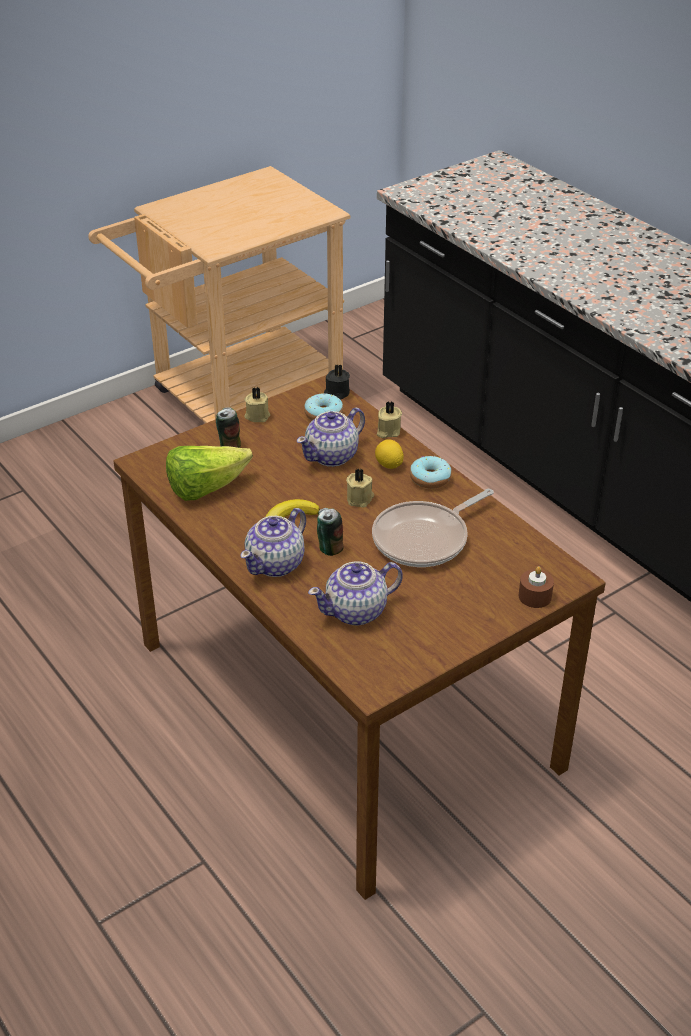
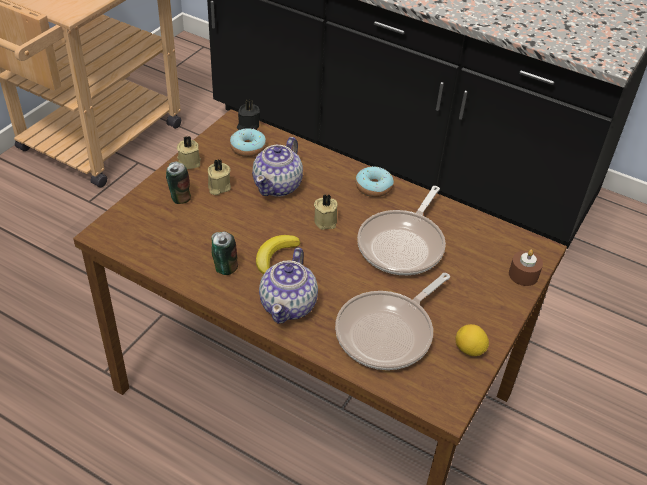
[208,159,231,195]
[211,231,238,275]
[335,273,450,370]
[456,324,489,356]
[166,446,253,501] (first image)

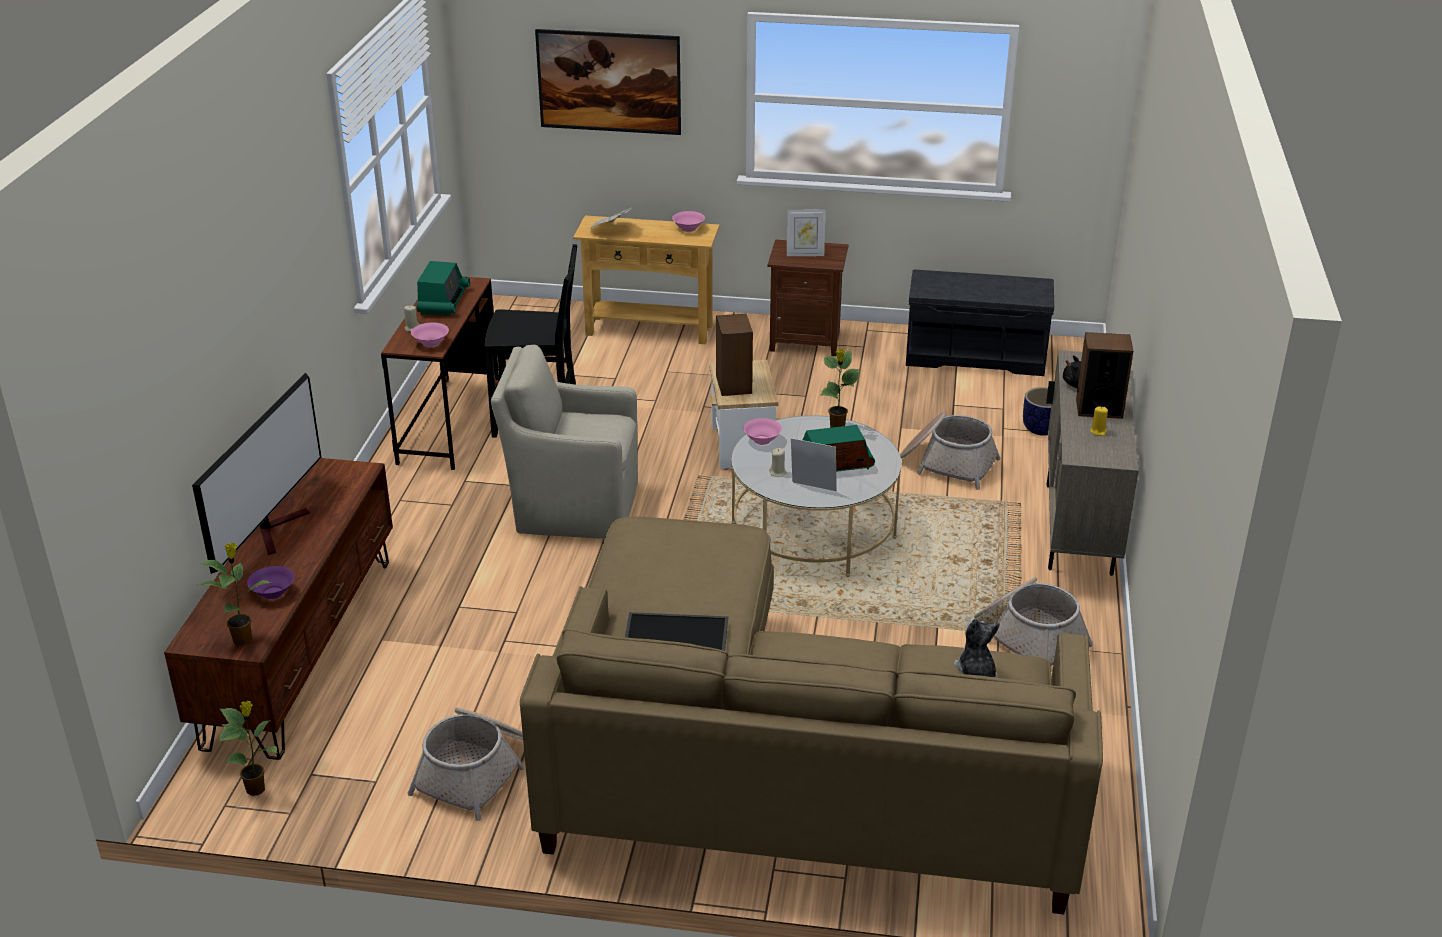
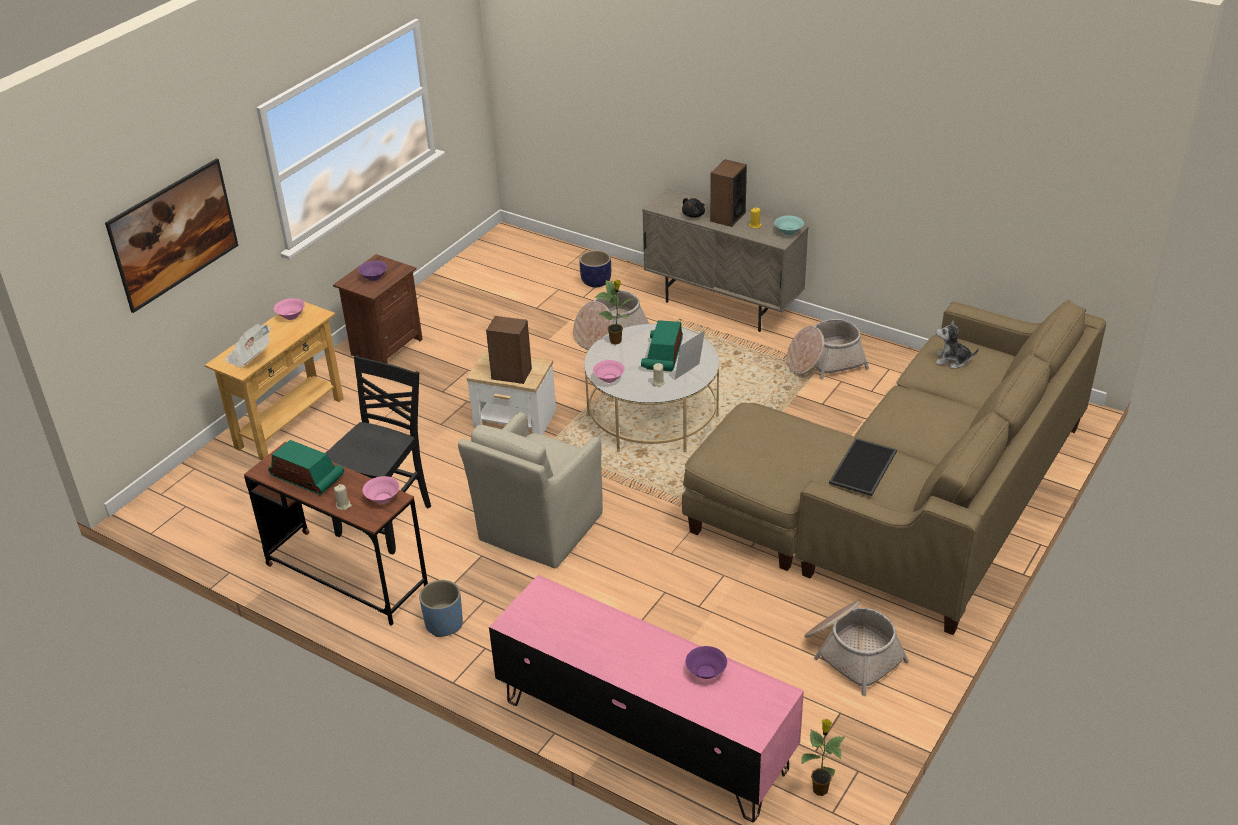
[358,261,387,281]
[419,580,463,637]
[489,575,804,822]
[774,216,804,236]
[192,373,322,574] (first image)
[198,543,272,646] (first image)
[906,269,1054,376] (first image)

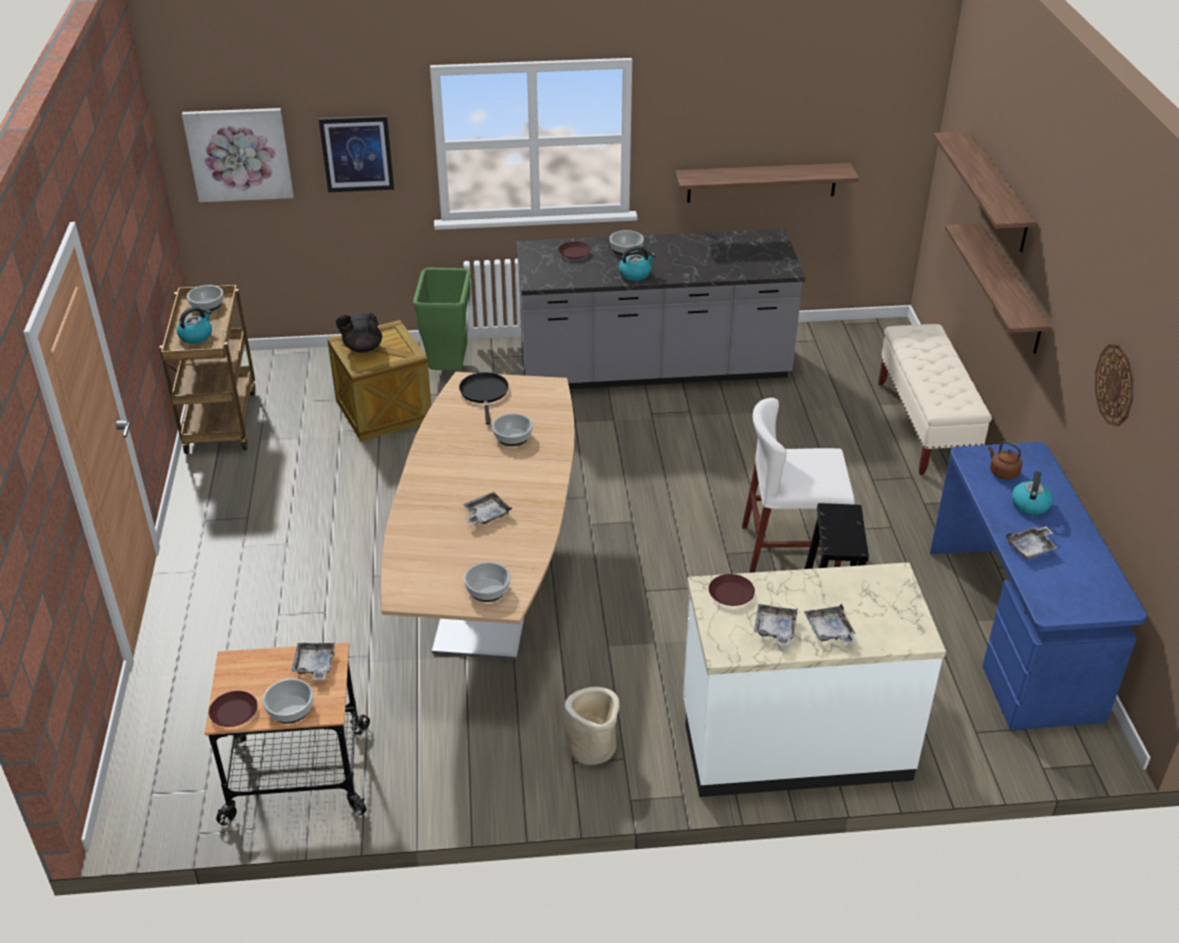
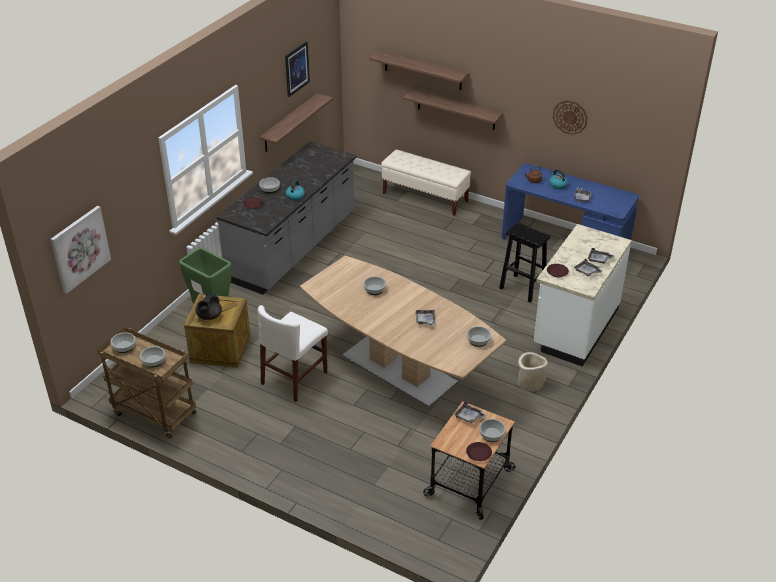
[140,346,165,368]
[258,305,328,402]
[285,41,310,97]
[459,372,509,425] (first image)

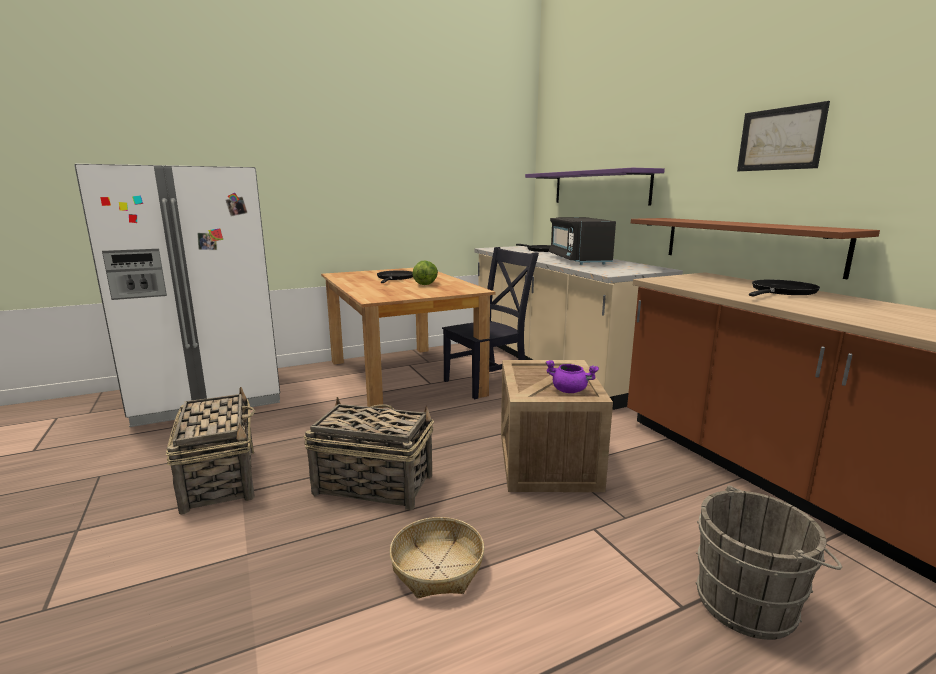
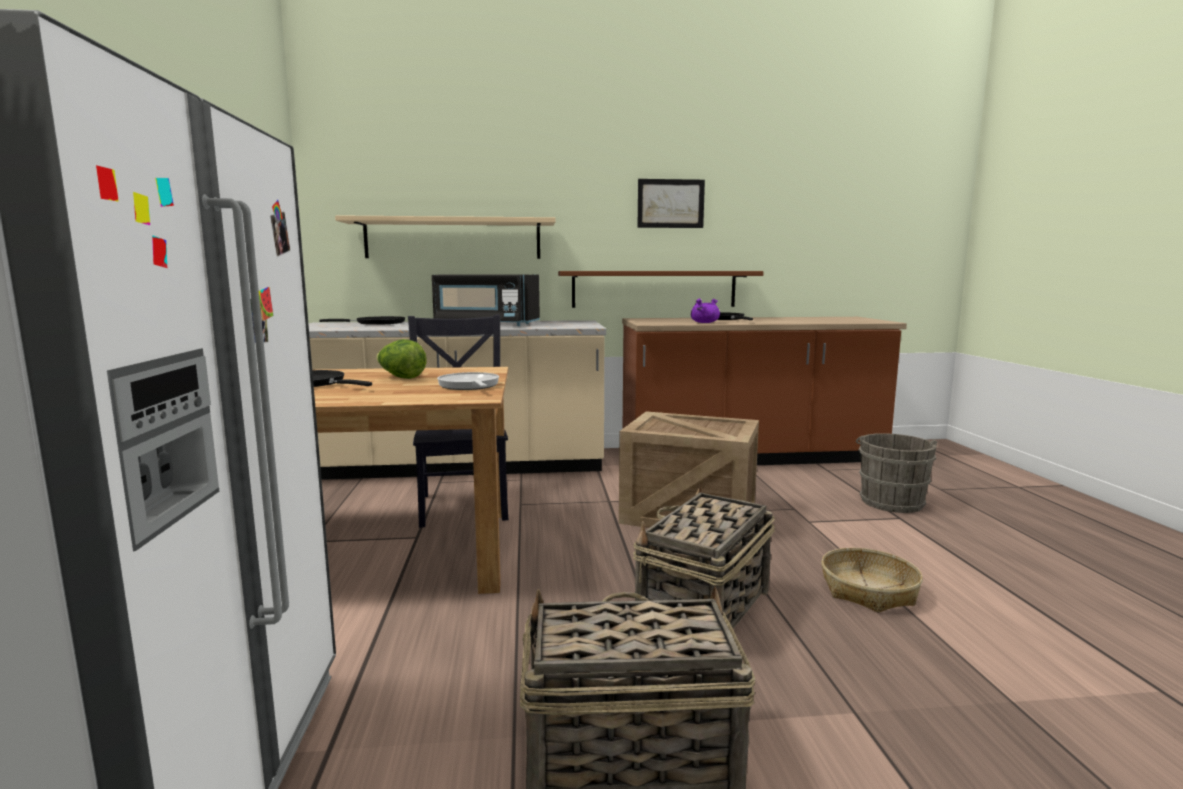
[335,215,556,259]
[437,372,499,390]
[691,298,720,323]

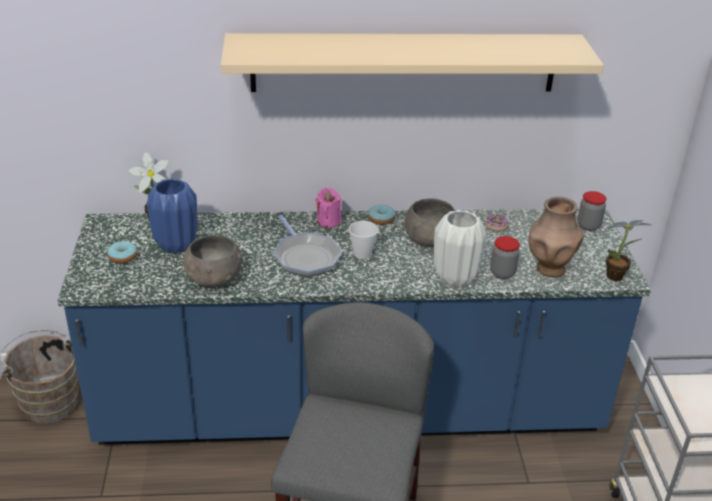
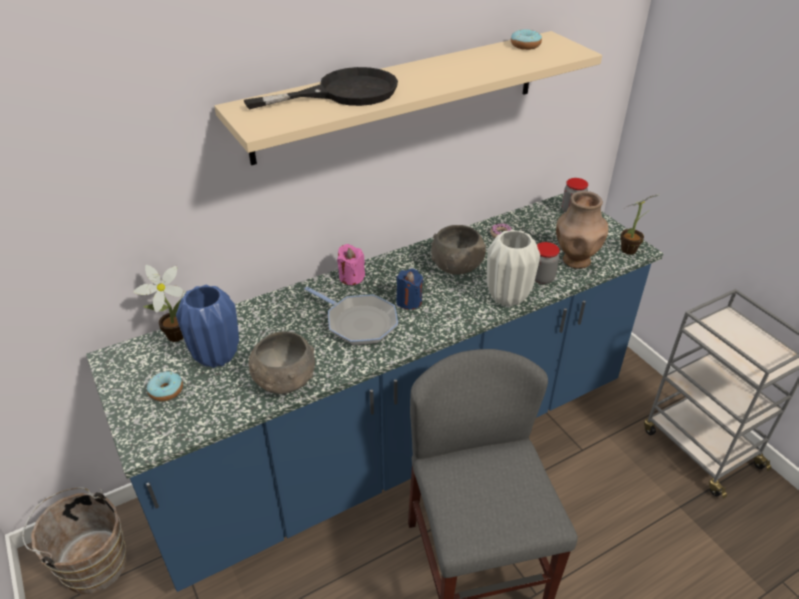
[244,67,398,109]
[396,268,424,309]
[511,29,542,50]

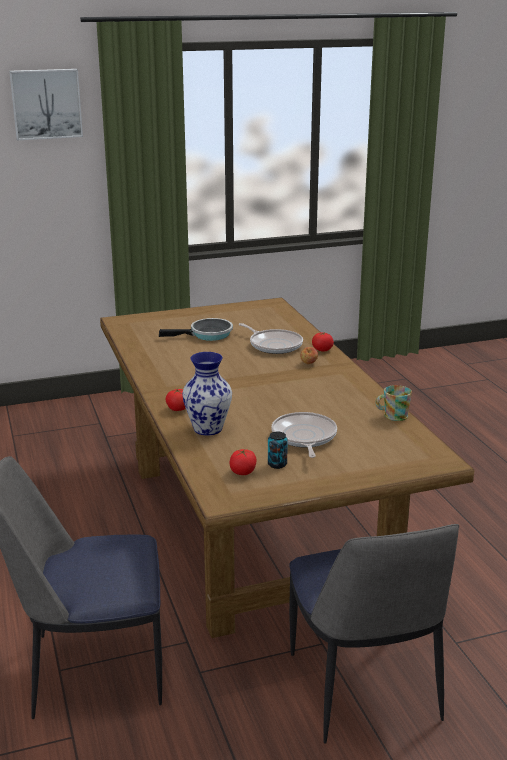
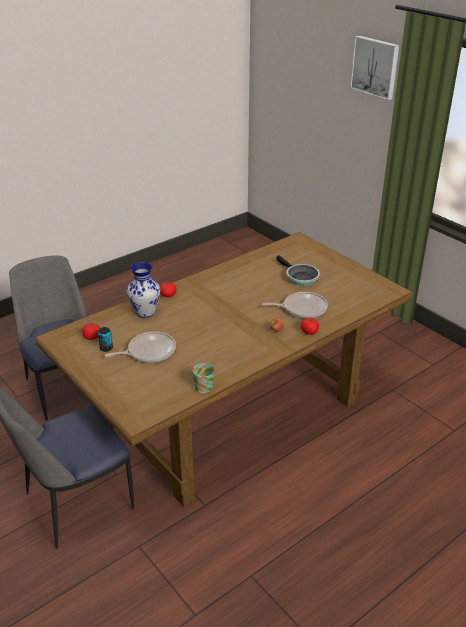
[262,292,328,318]

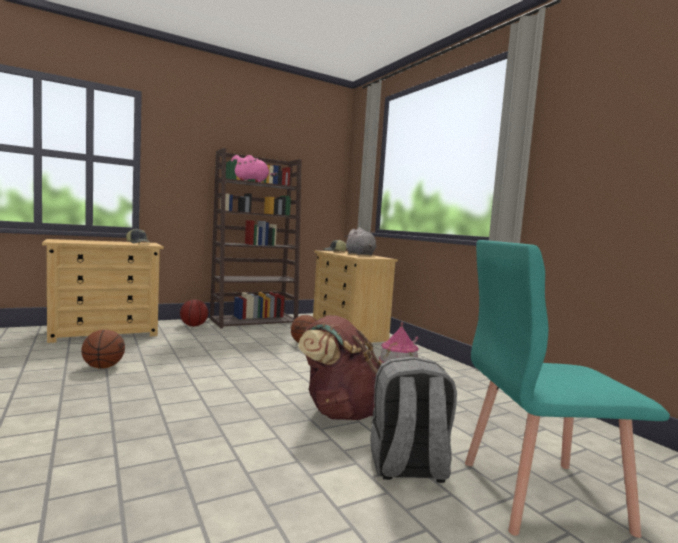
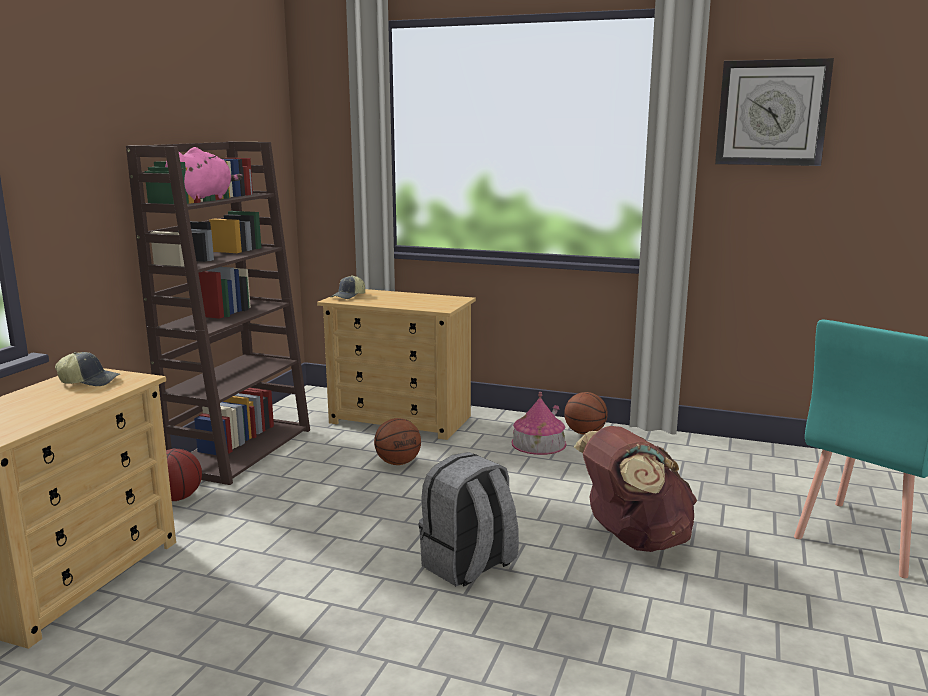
[419,452,519,587]
[564,392,608,435]
[715,58,834,166]
[345,227,376,255] (first image)

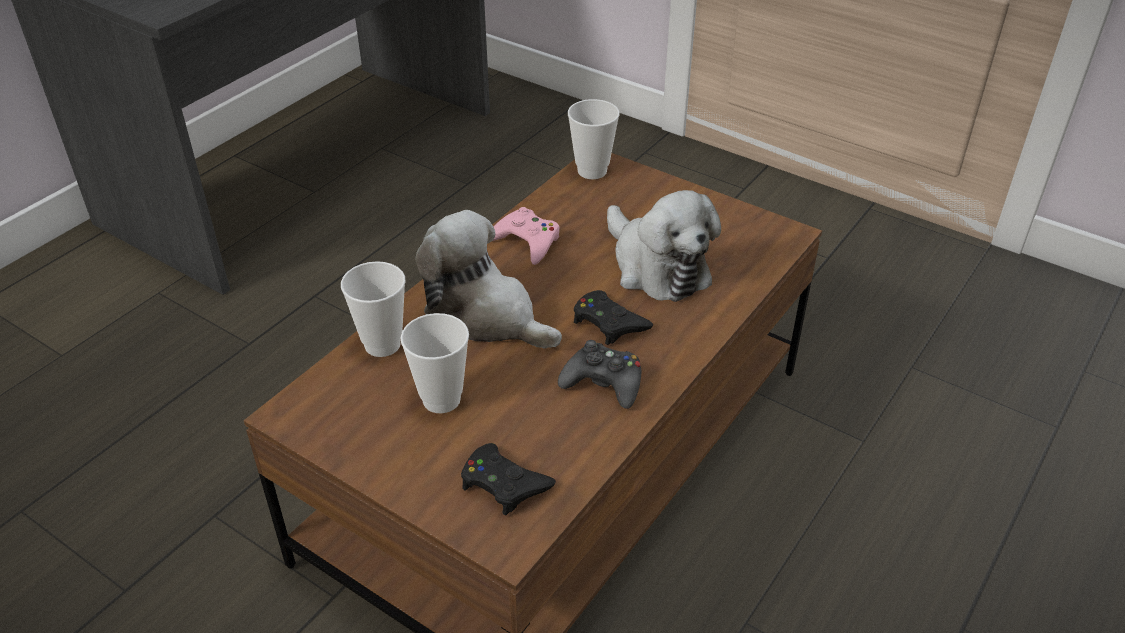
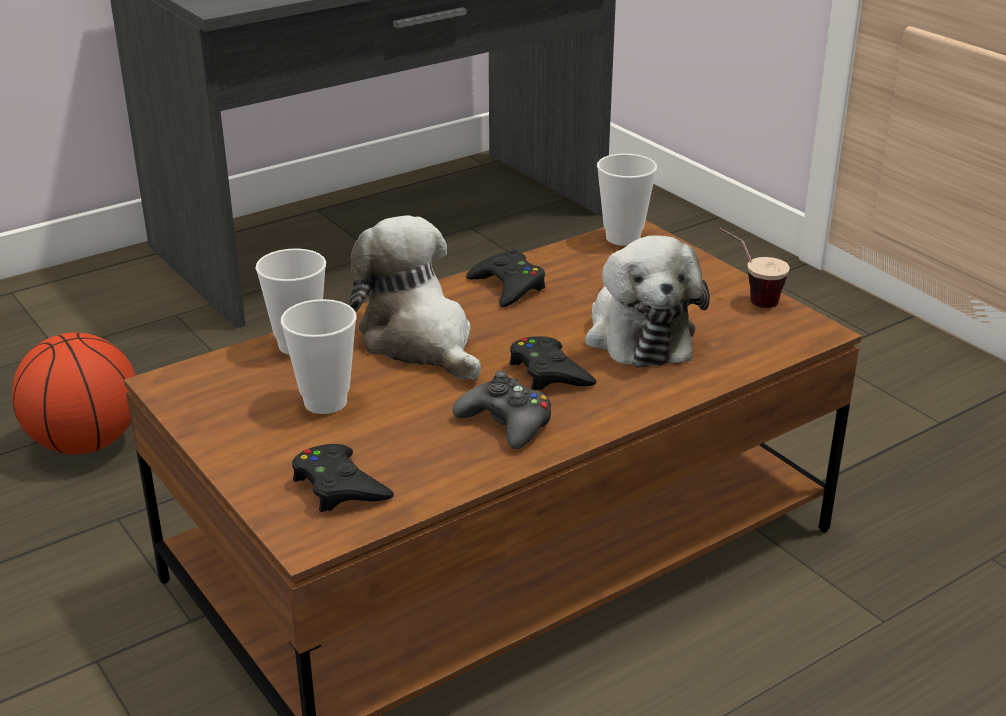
[12,332,135,454]
[466,249,545,308]
[719,228,790,308]

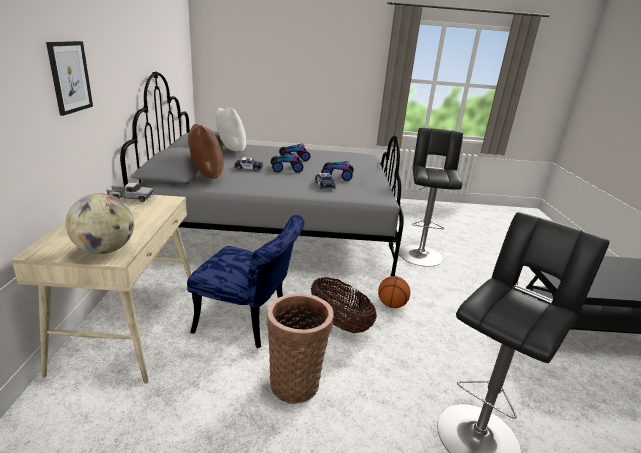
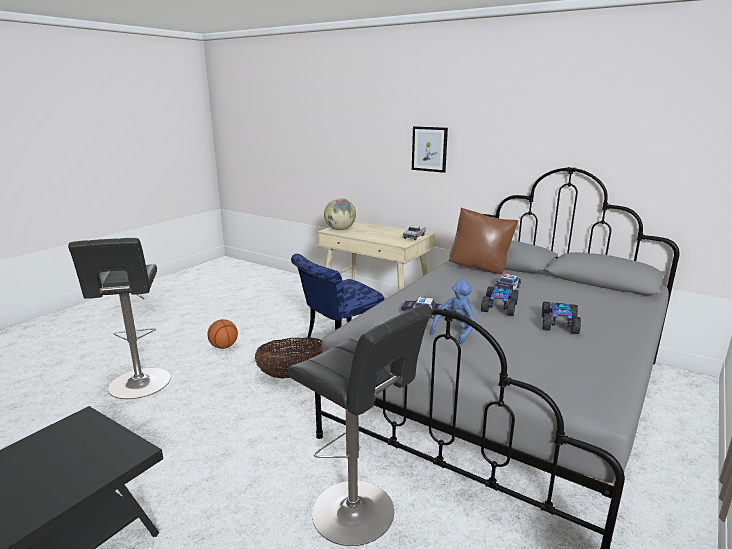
[207,319,238,349]
[430,280,475,344]
[215,107,246,152] (first image)
[266,294,334,404] (first image)

